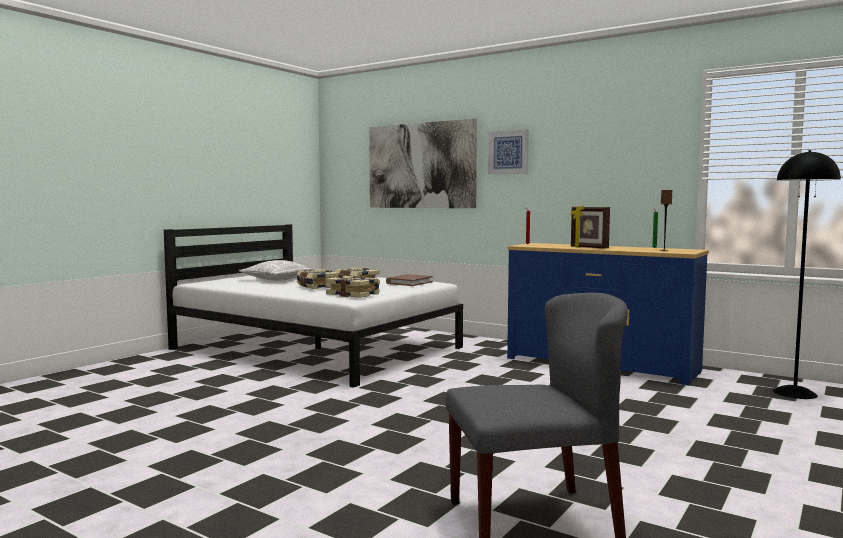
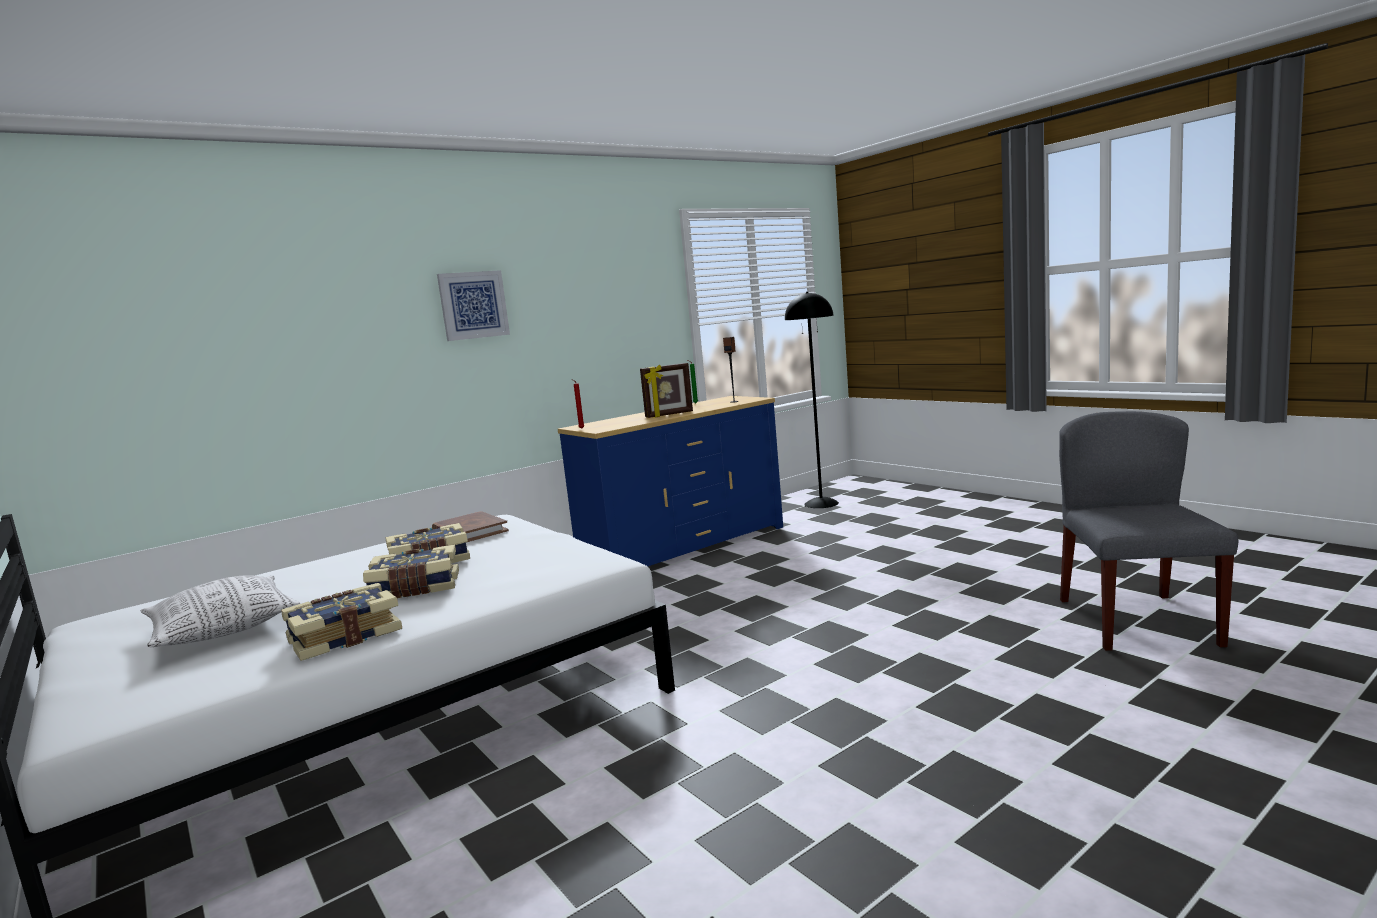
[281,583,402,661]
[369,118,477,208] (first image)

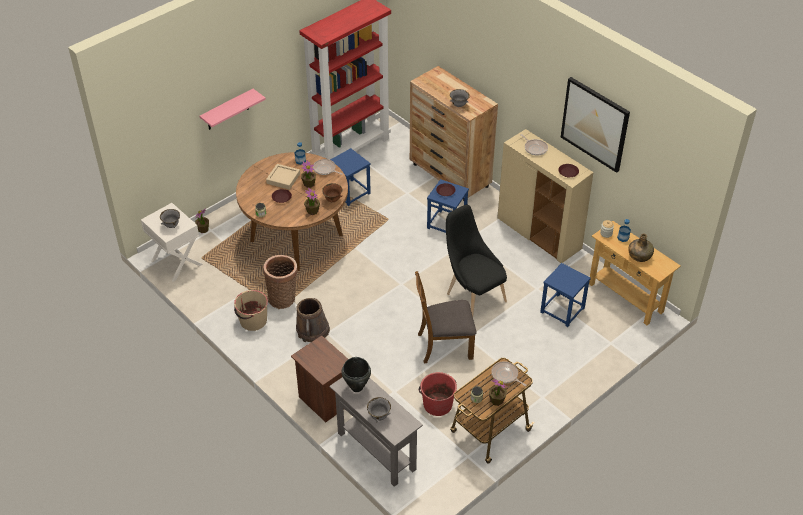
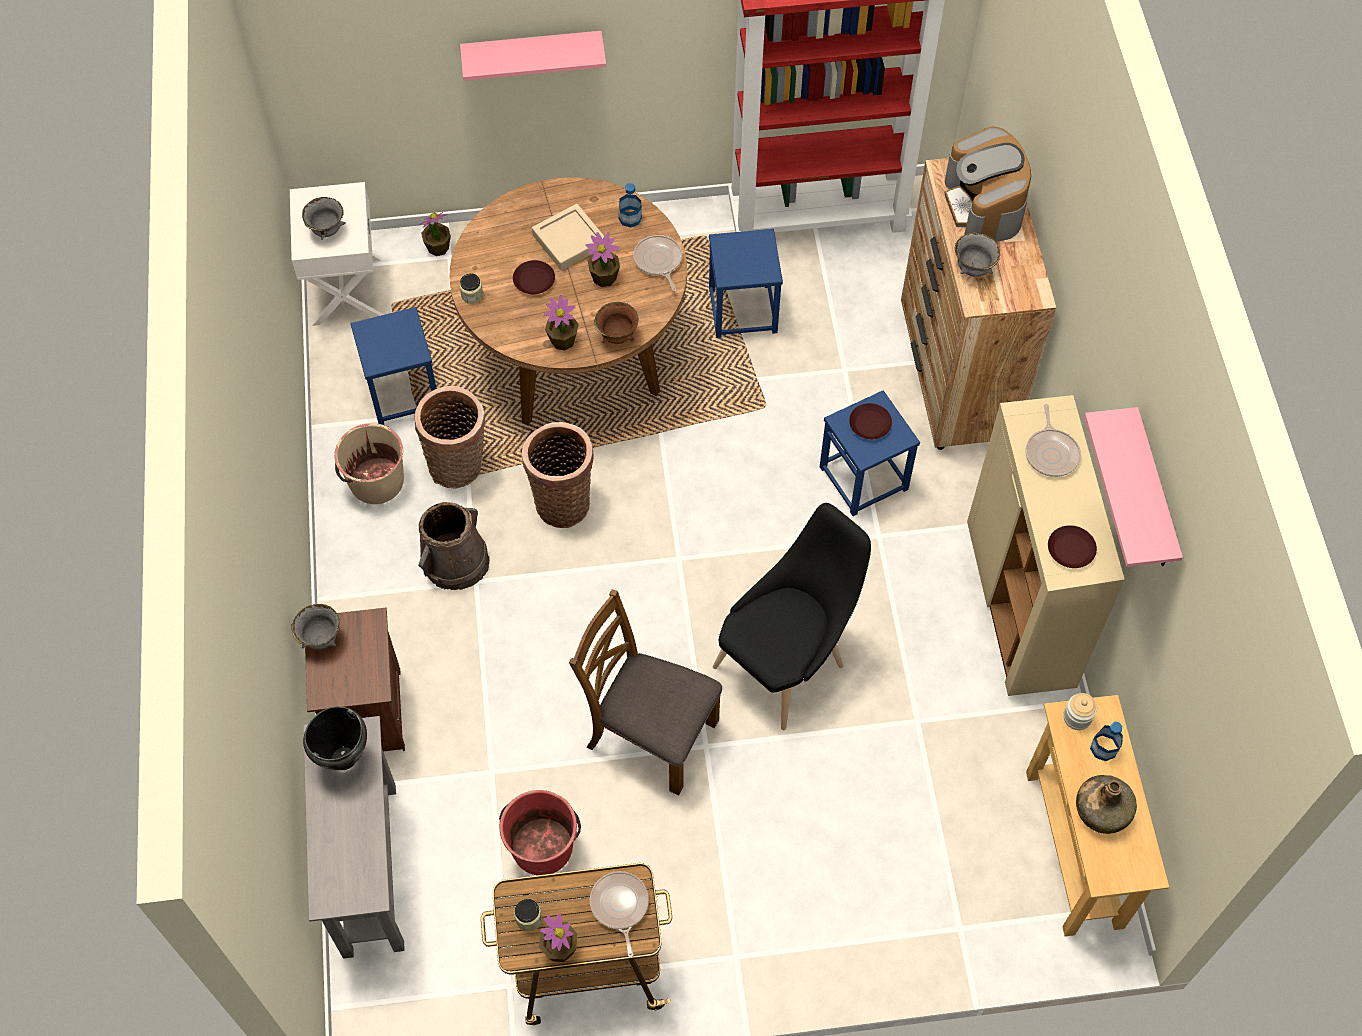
[291,604,340,649]
[350,307,437,425]
[522,422,594,528]
[713,503,871,730]
[944,127,1031,242]
[1084,407,1183,567]

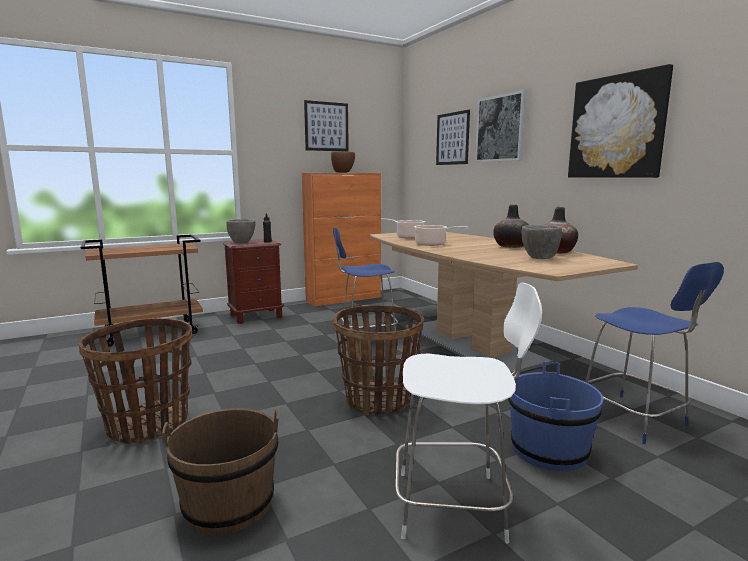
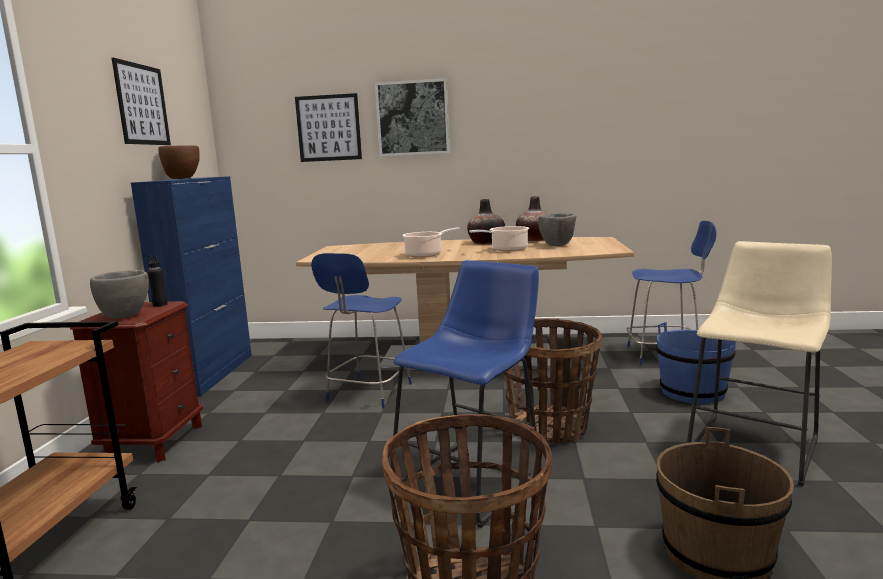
[131,176,252,396]
[390,260,542,528]
[469,226,529,251]
[687,241,832,486]
[568,64,673,178] (first image)

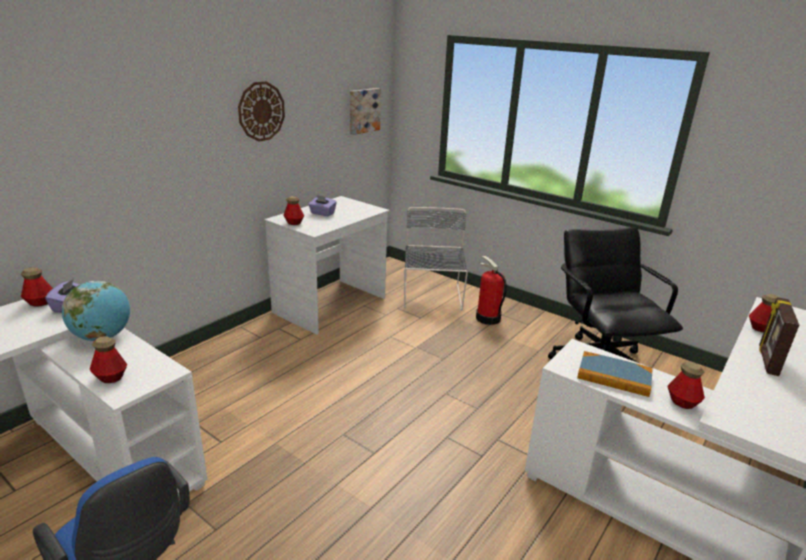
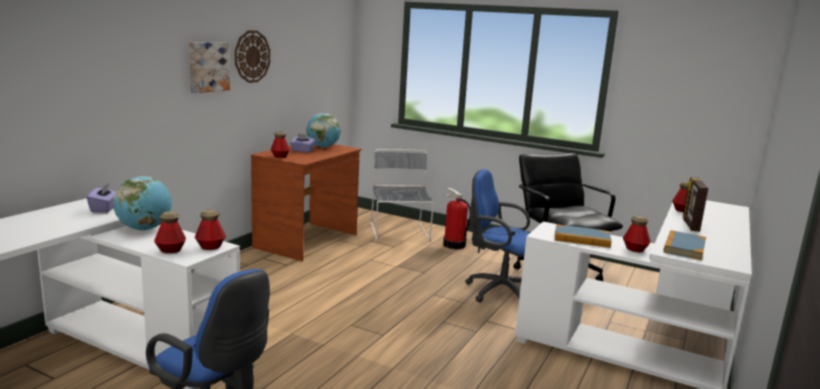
[189,42,230,93]
[195,210,226,250]
[251,144,362,261]
[306,113,341,148]
[465,169,530,302]
[663,230,706,260]

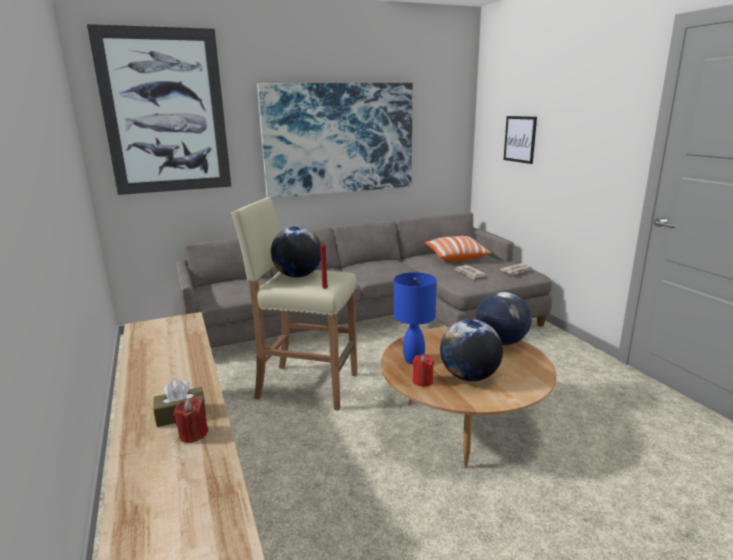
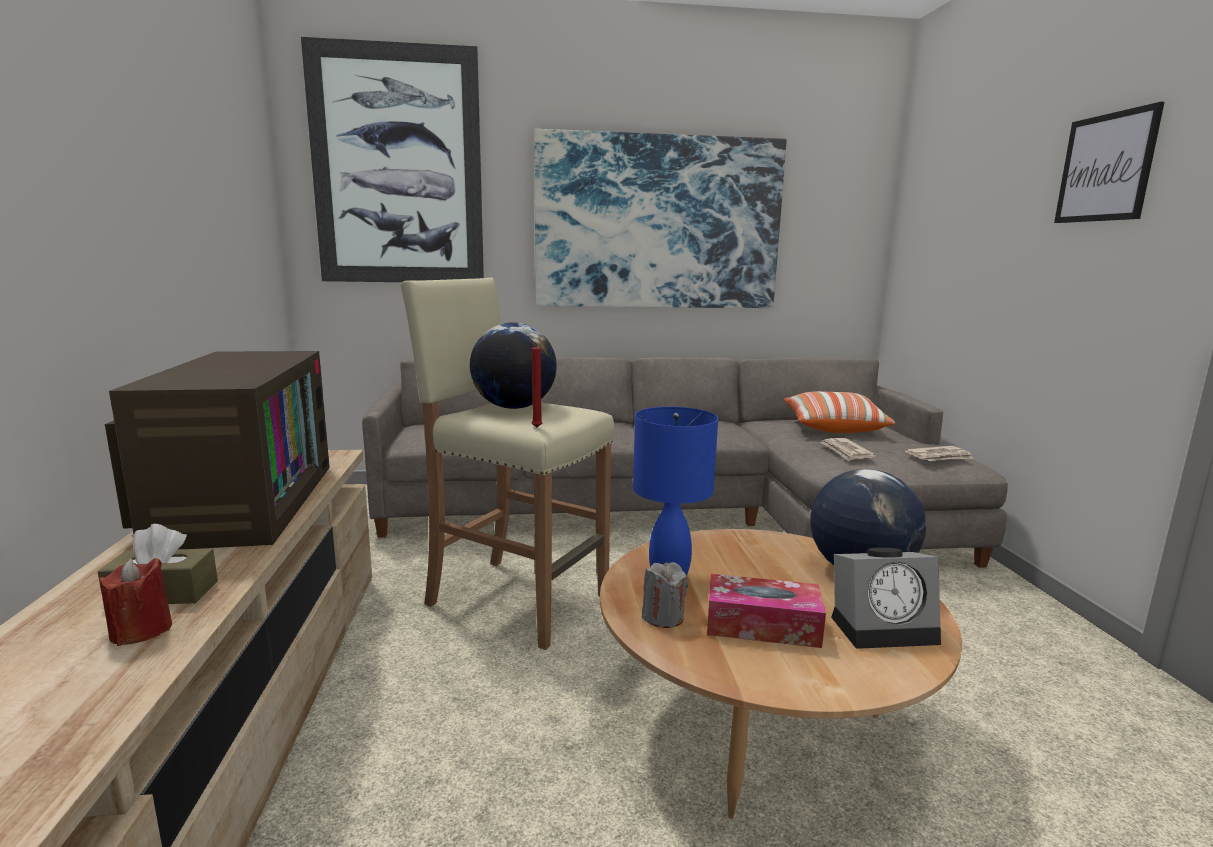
[105,351,330,549]
[642,562,688,628]
[707,574,826,648]
[831,547,941,649]
[1054,102,1164,223]

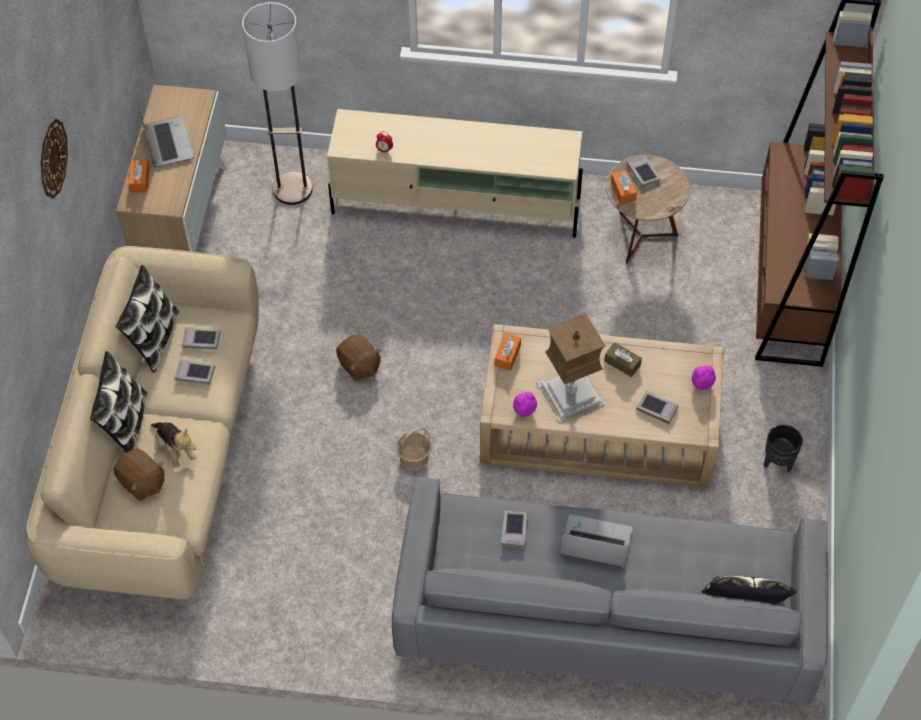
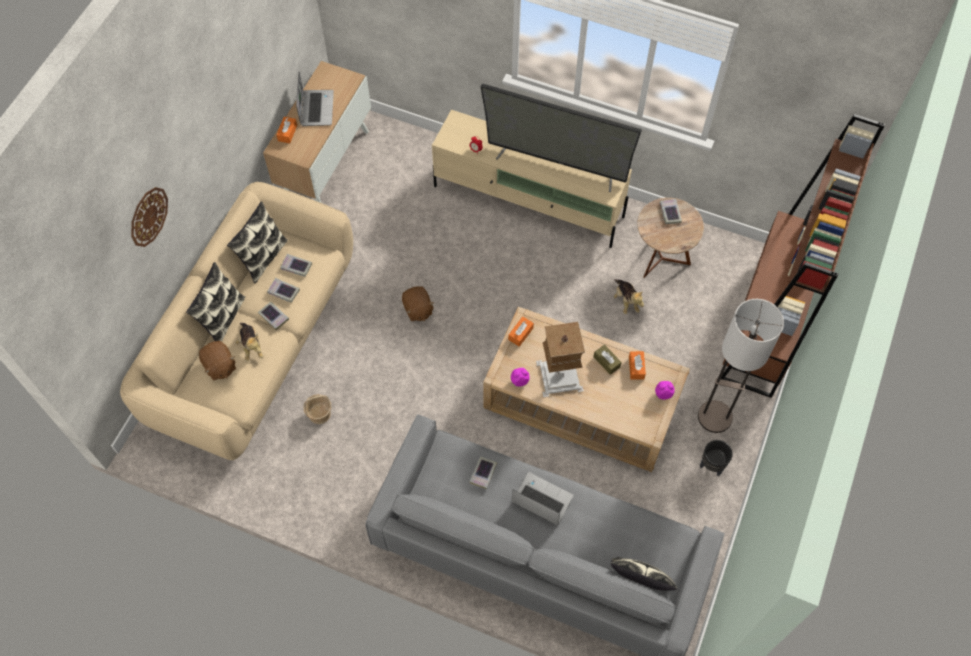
[131,187,168,247]
[258,301,289,331]
[304,394,331,424]
[481,84,642,192]
[614,279,644,314]
[629,351,646,379]
[698,299,784,433]

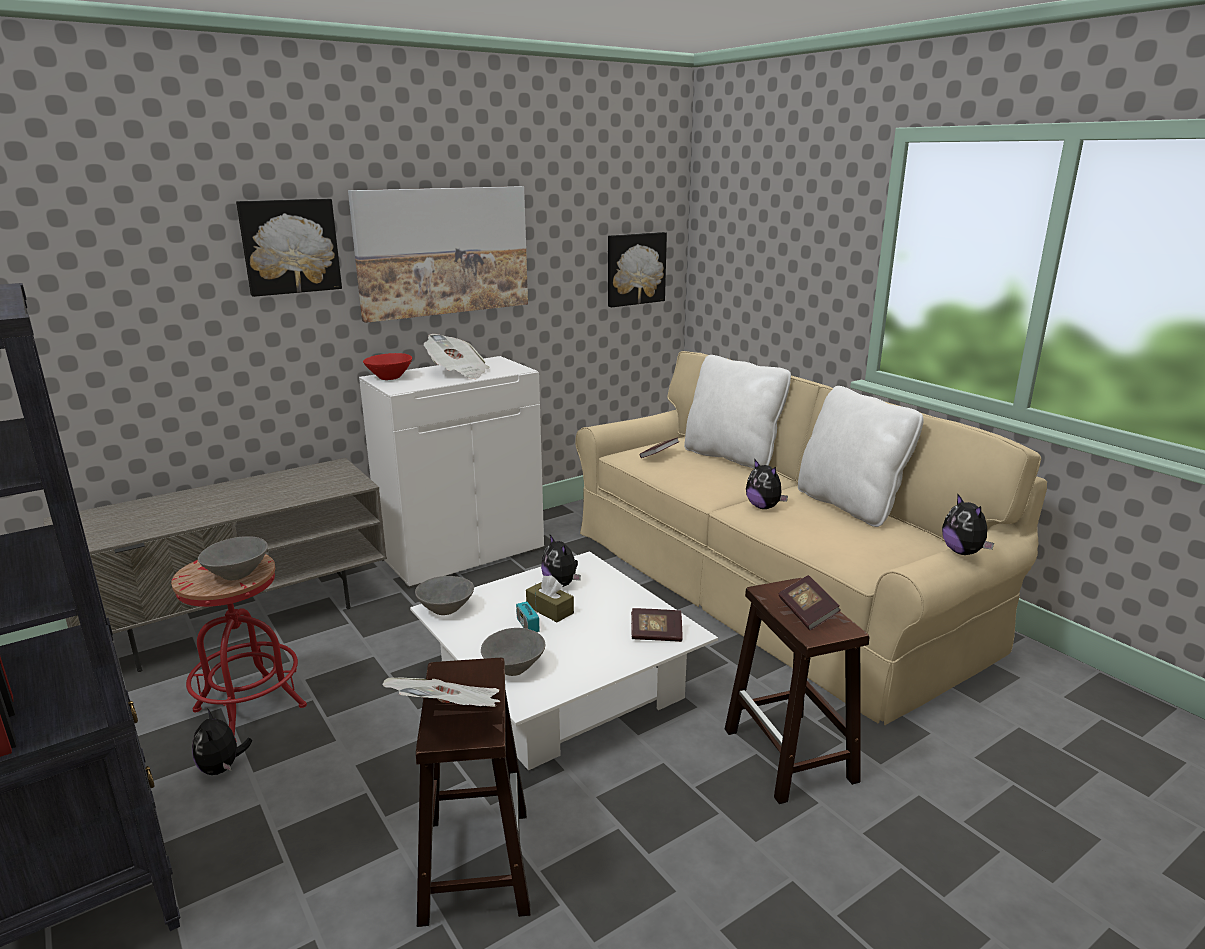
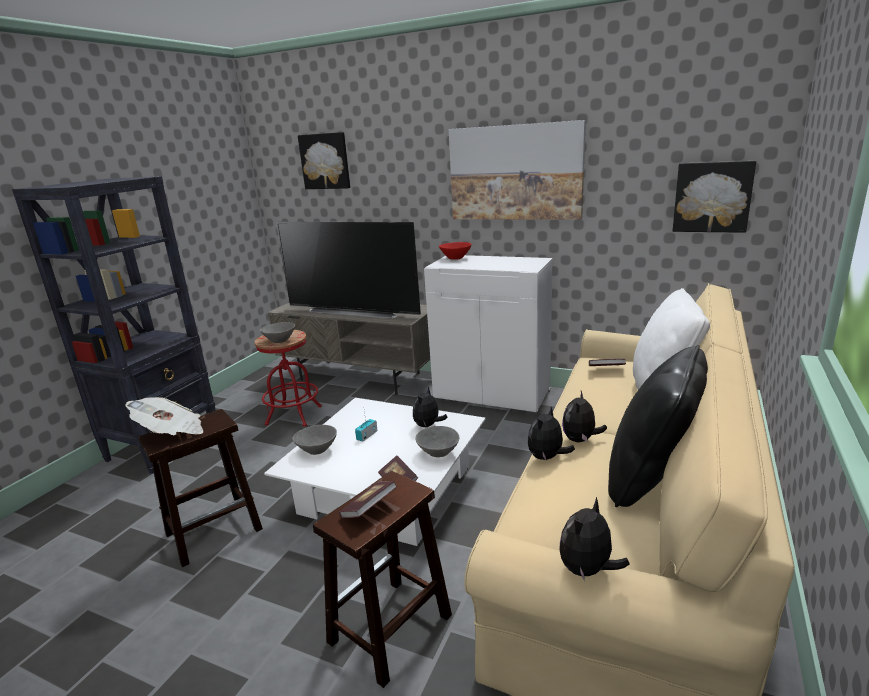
[276,222,421,319]
[298,132,350,189]
[415,426,459,457]
[528,407,575,460]
[608,345,708,507]
[424,334,489,379] (first image)
[526,575,574,622] (first image)

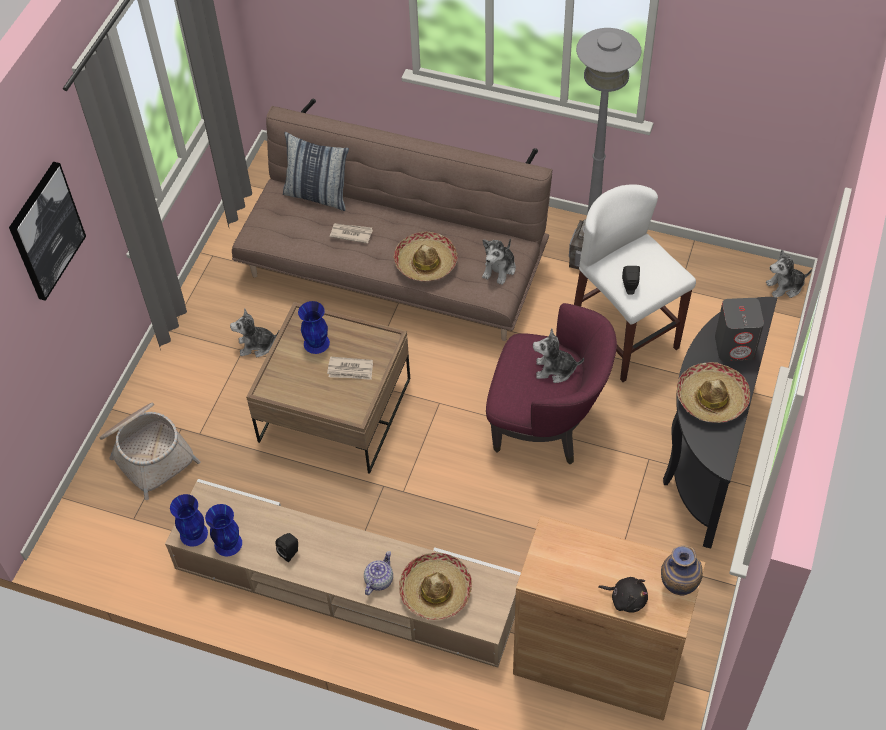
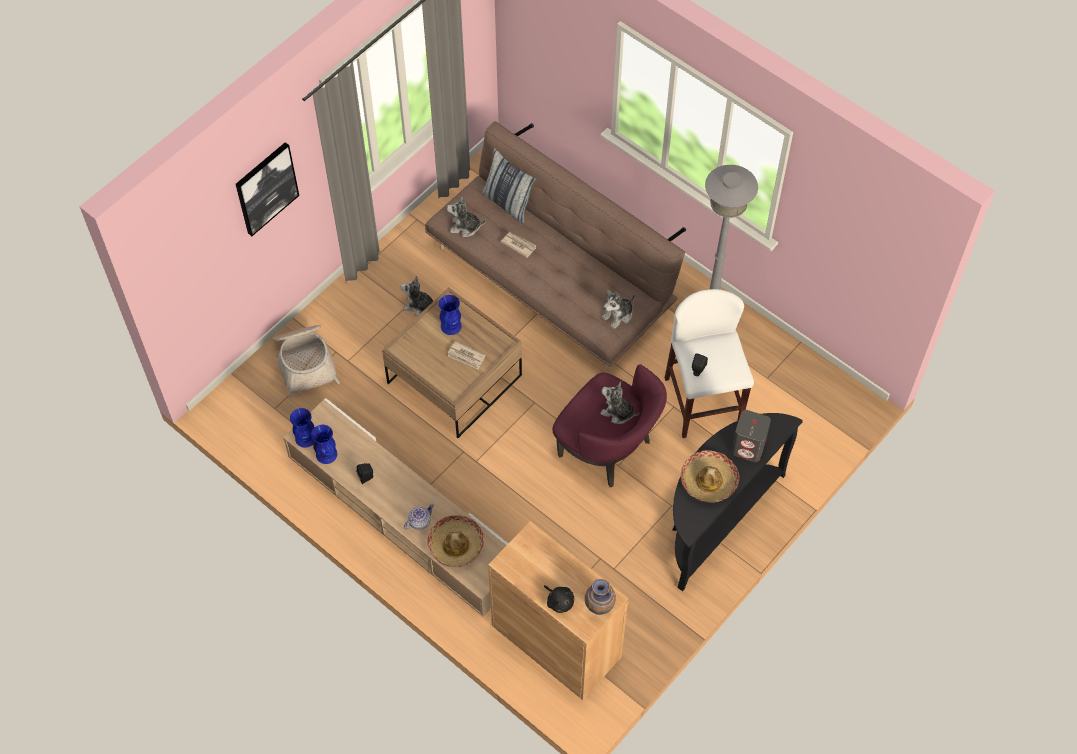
[447,196,486,237]
[394,232,457,281] (first image)

